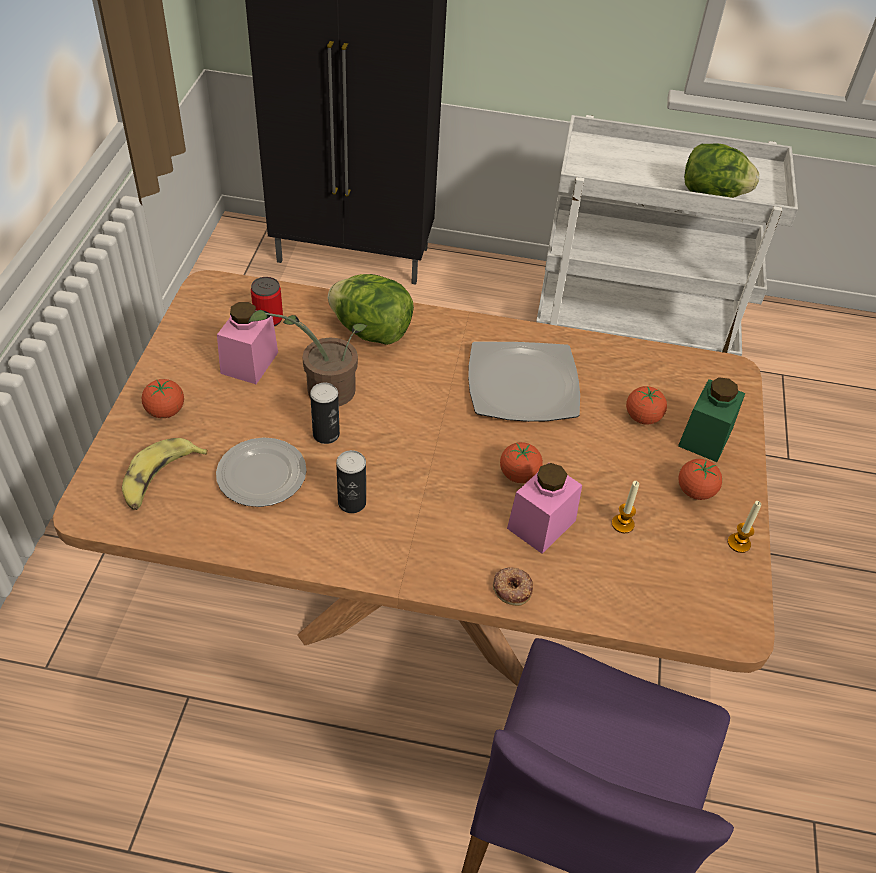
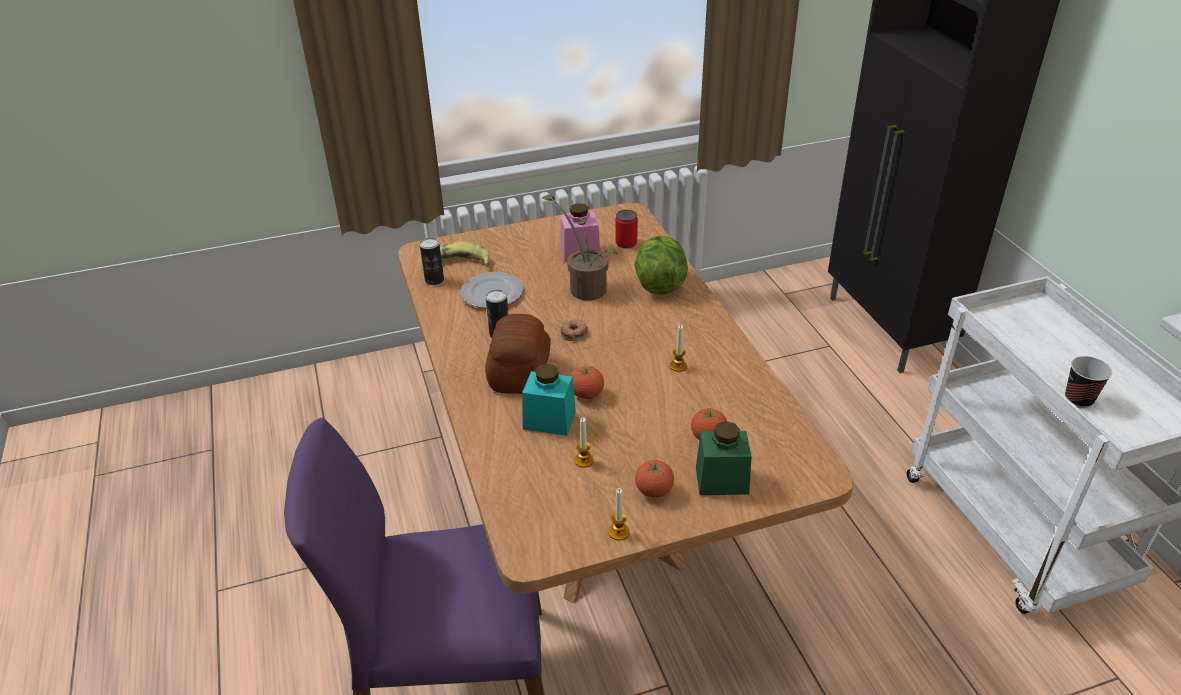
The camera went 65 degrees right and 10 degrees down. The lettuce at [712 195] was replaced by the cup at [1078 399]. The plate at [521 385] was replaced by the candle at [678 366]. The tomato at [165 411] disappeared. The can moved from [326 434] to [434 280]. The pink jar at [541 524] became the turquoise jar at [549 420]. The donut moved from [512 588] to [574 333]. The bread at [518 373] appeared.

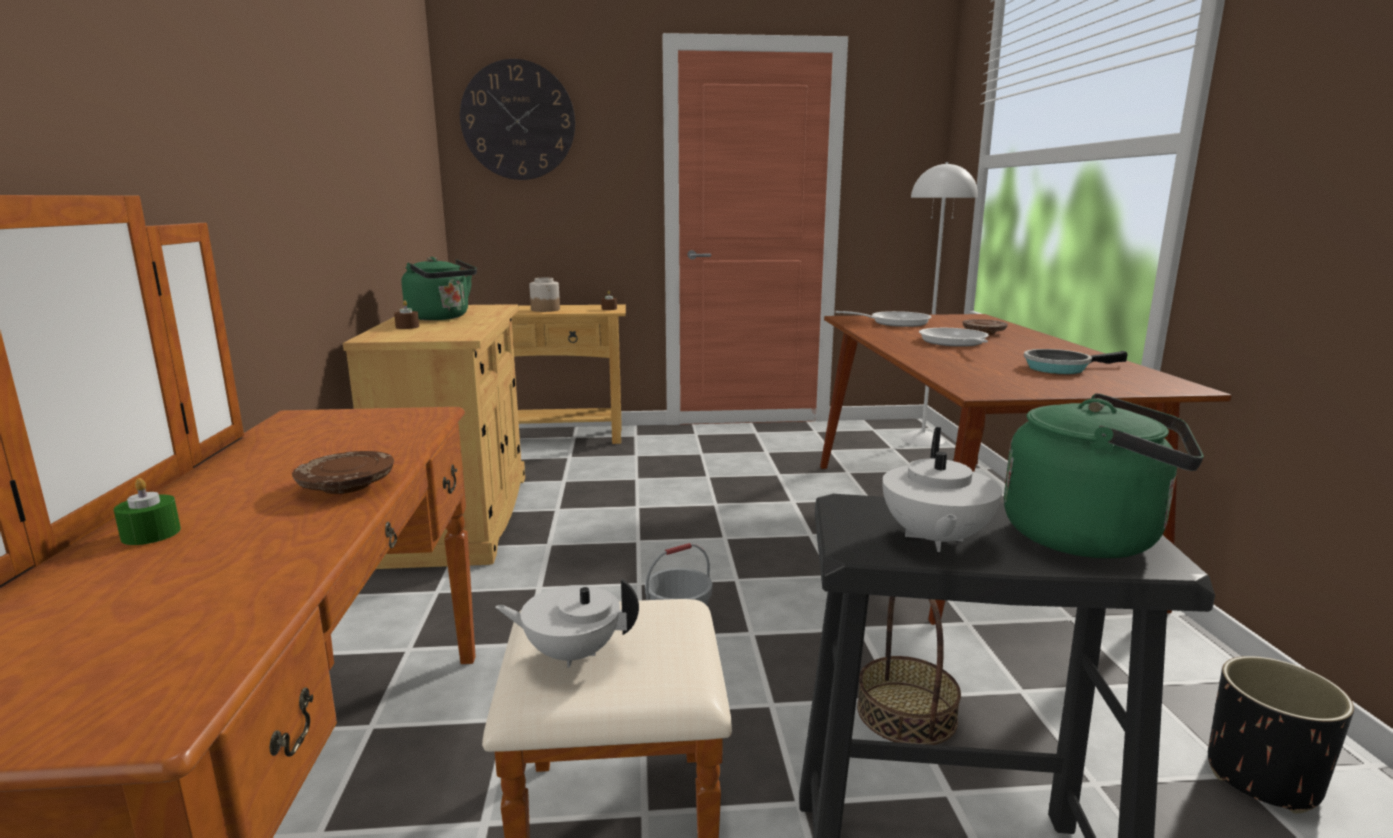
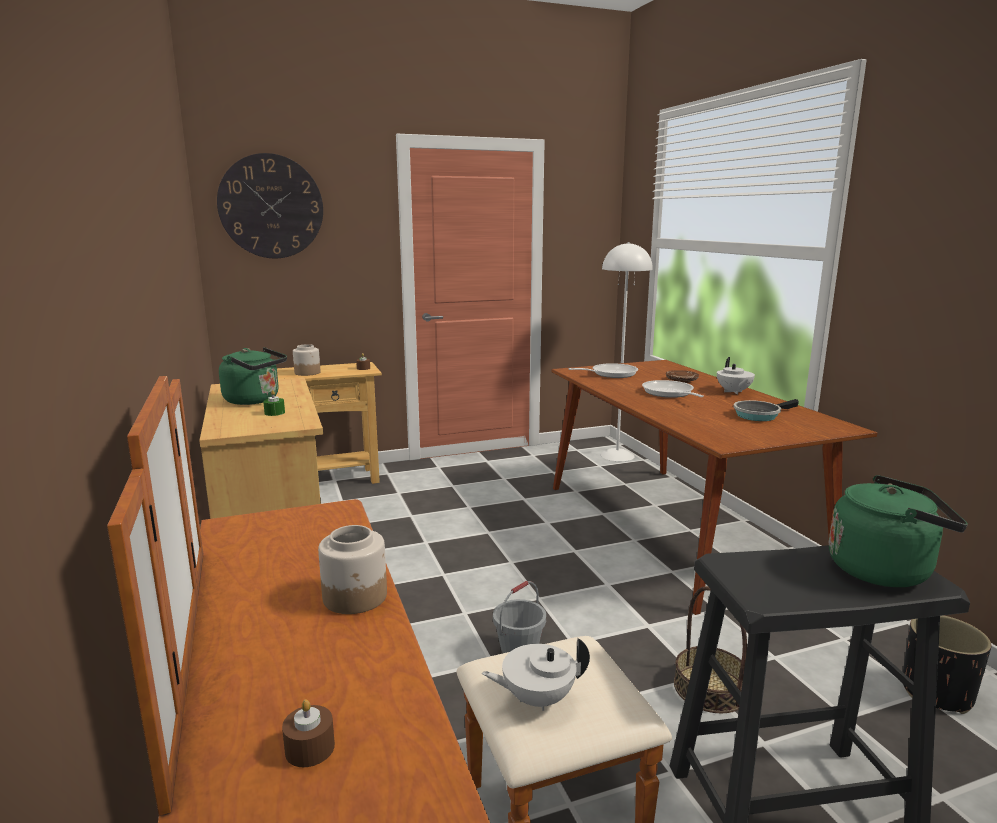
The camera went 15 degrees left and 0 degrees up. The brown candle moved from [407 327] to [310 748]. The white teapot moved from [934 539] to [733 392]. The brown plate at [346 486] was replaced by the jar at [355 597]. The green candle moved from [151 534] to [274 413].

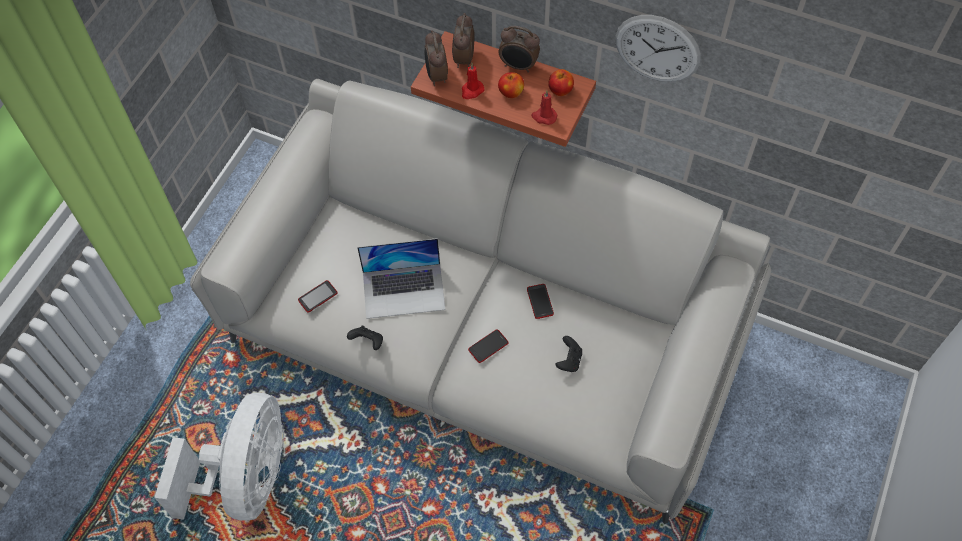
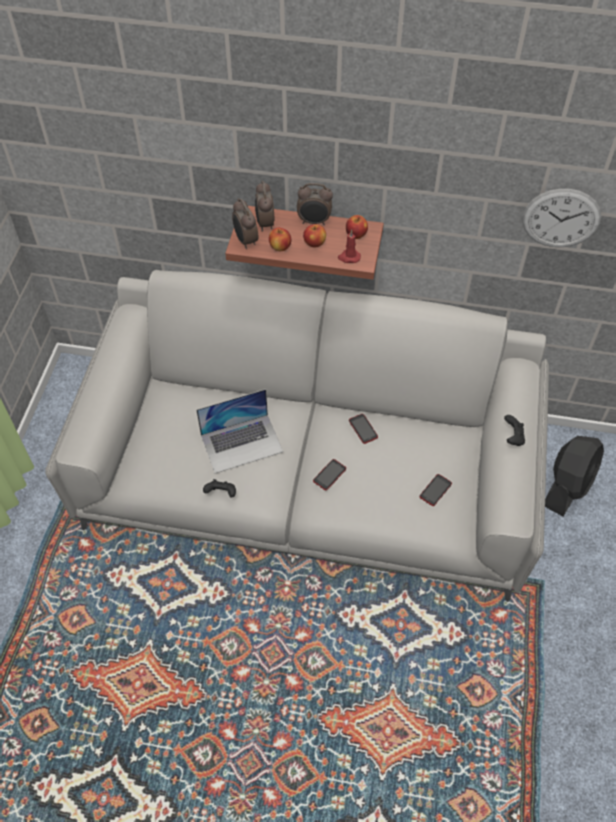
The camera went 15 degrees left and 5 degrees down. The wall clock moved from [657 48] to [561 218]. The red candle at [472 91] was replaced by the apple at [280 247]. The phone moved from [318 296] to [435 490]. The black game controller moved from [569 360] to [513 437]. The white fan at [247 479] disappeared. The black fan at [567 486] appeared.

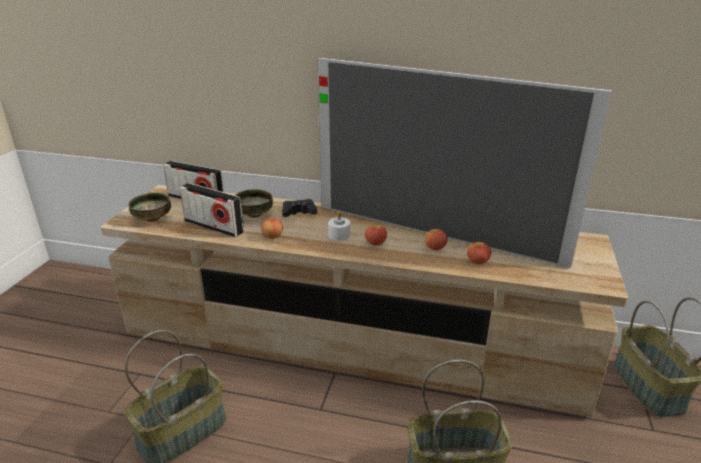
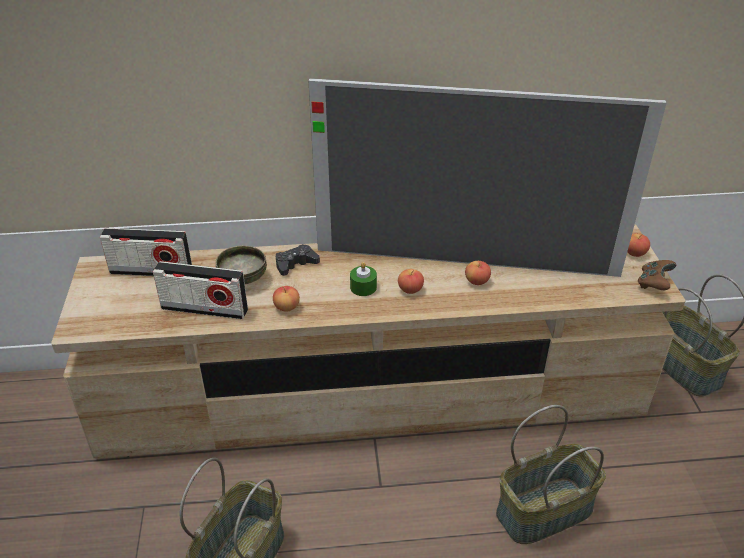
The camera went 20 degrees left and 10 degrees up. The bowl at [153 218] disappeared. The white candle at [339 235] became the green candle at [363 287]. The apple moved from [477 261] to [634 253]. The brown game controller at [653 283] appeared.

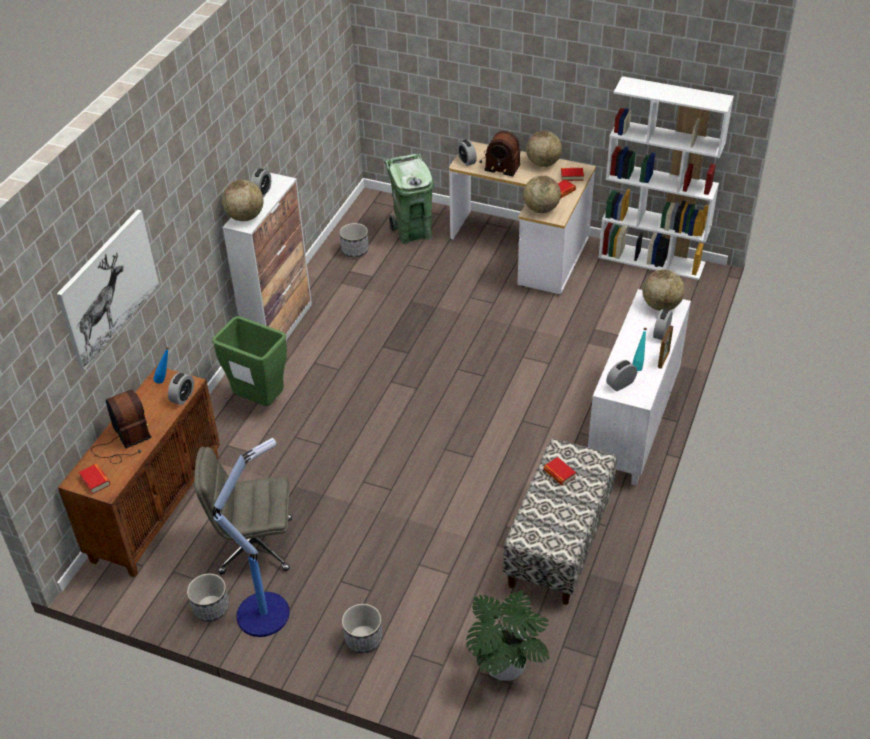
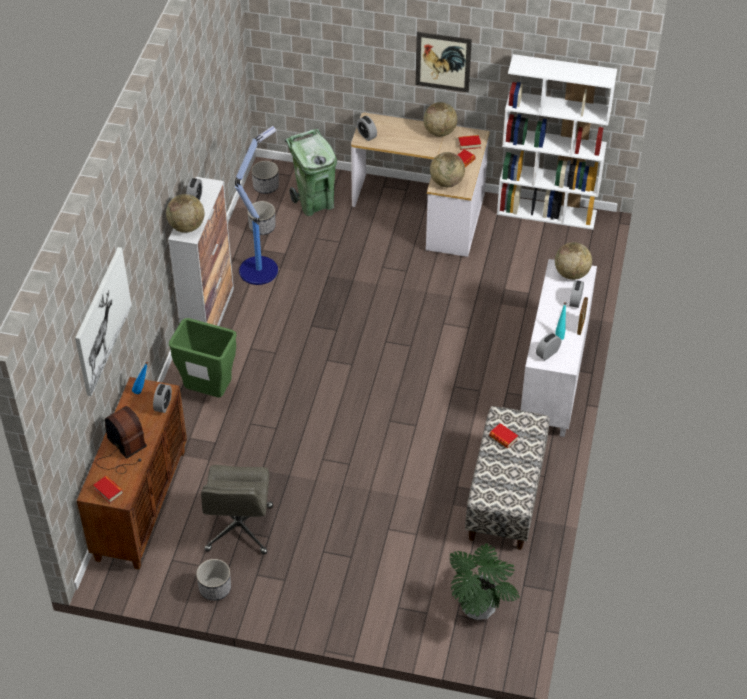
The camera went 10 degrees left and 5 degrees up. The radio at [499 163] disappeared. The floor lamp moved from [265 612] to [259 269]. The grey office chair at [254 546] turned 75 degrees counterclockwise. The planter moved from [363 639] to [266 186]. The picture at [443 62] appeared.

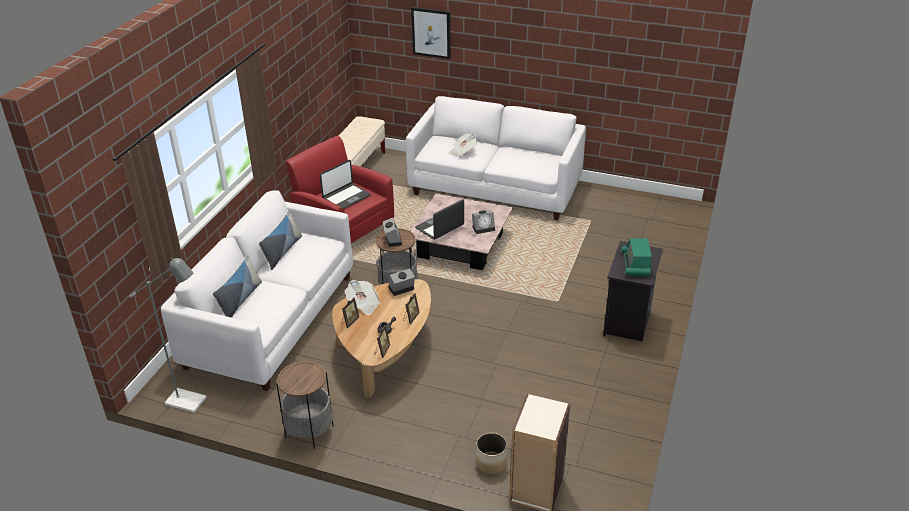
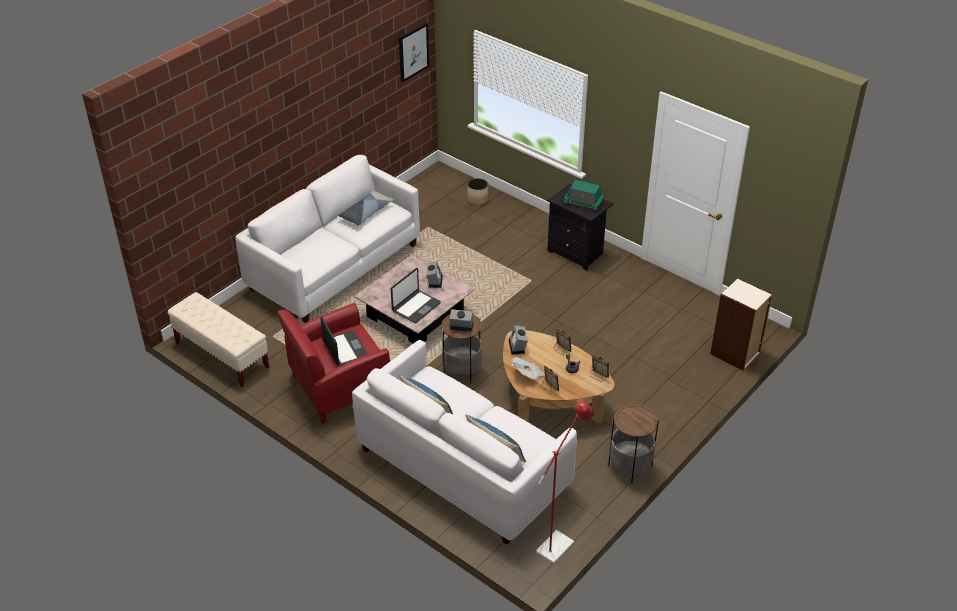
The camera went 70 degrees left and 5 degrees up. The picture moved from [431 32] to [413 51]. The newspaper at [462 152] disappeared. The laptop at [440 227] turned 120 degrees counterclockwise. The grey floor lamp at [192 402] became the red floor lamp at [559 543]. The planter moved from [491 463] to [477 199]. The pillow at [366 213] appeared.

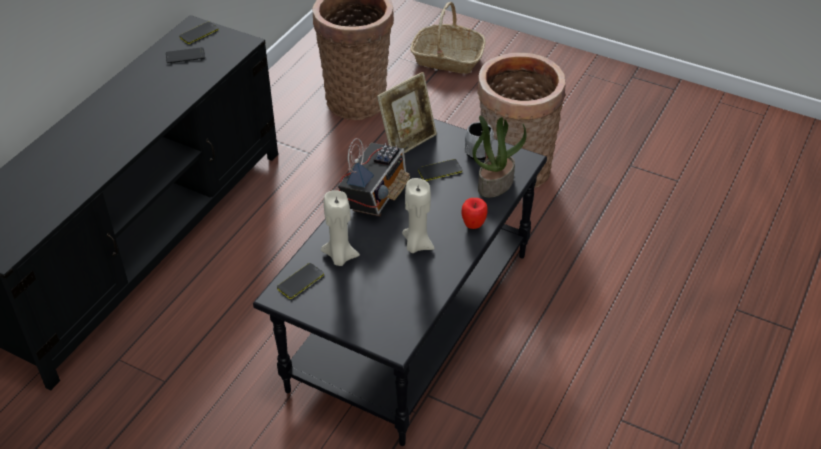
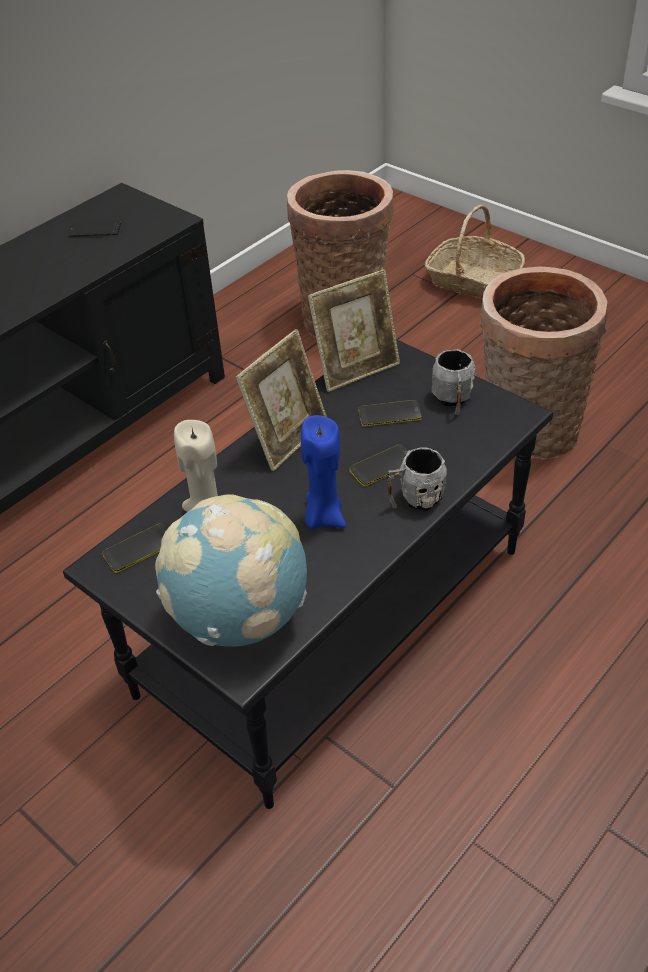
The camera went 15 degrees right and 0 degrees up. The phone moved from [199 33] to [382 466]. The potted plant at [495 183] disappeared. The radio at [376 196] was replaced by the picture frame at [288 439]. The beige candle at [416 244] became the blue candle at [323 517]. The apple at [473 225] was replaced by the grey mug at [415 499]. The globe at [240 617] appeared.

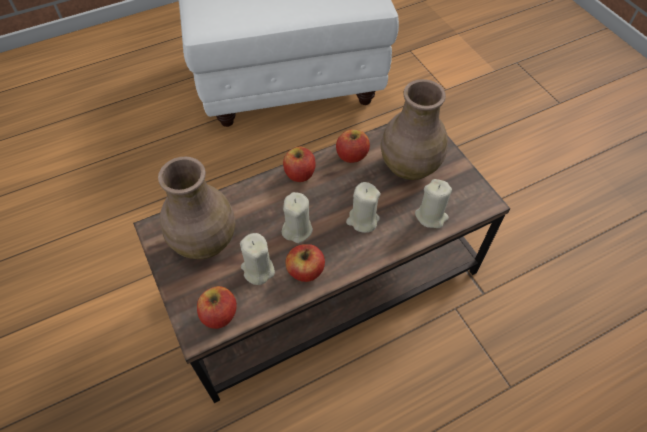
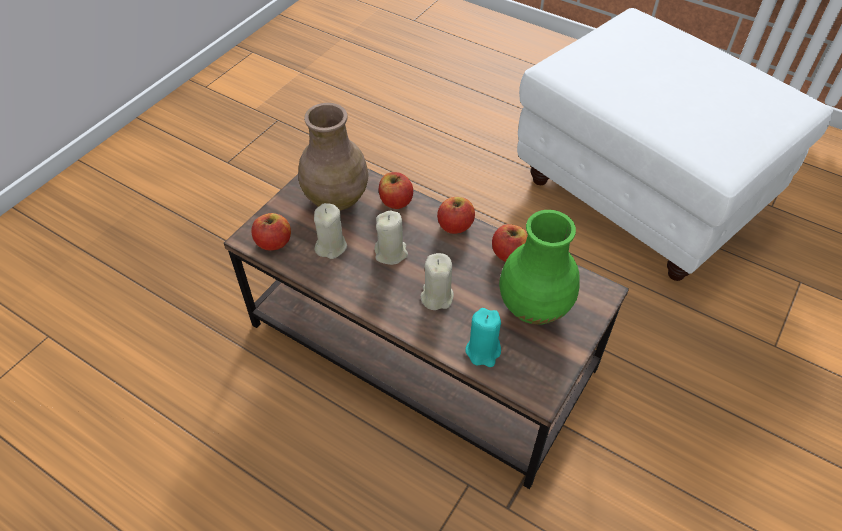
The camera went 60 degrees right and 5 degrees down. The brown vase at [410 166] became the green vase at [535 307]. The beige candle at [431 216] became the turquoise candle at [483 351]. The apple moved from [305 271] to [396 201].

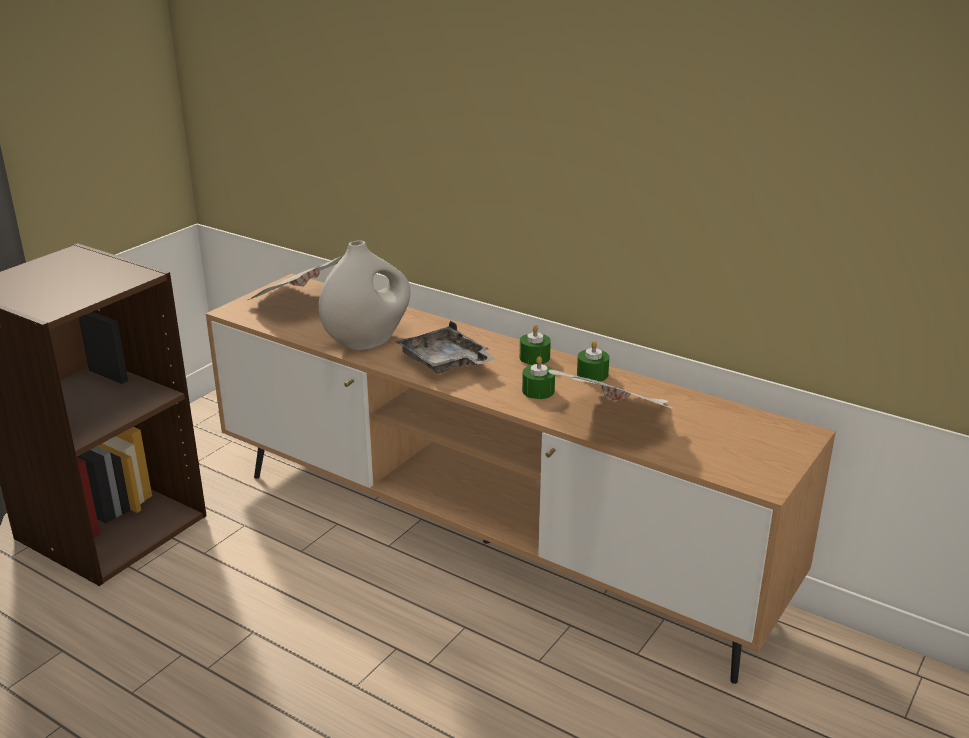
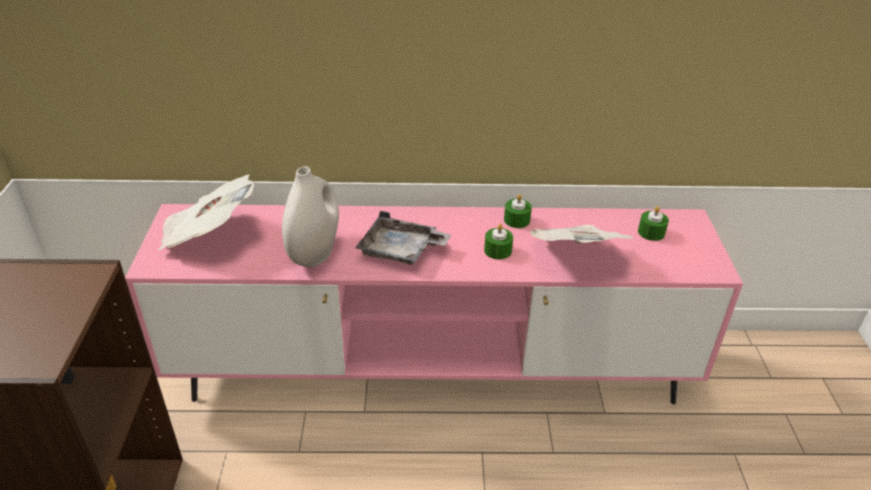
The camera went 35 degrees left and 10 degrees up. The brown tv stand at [486 542] became the pink tv stand at [432 372]. The green candle moved from [534 358] to [651 232].

